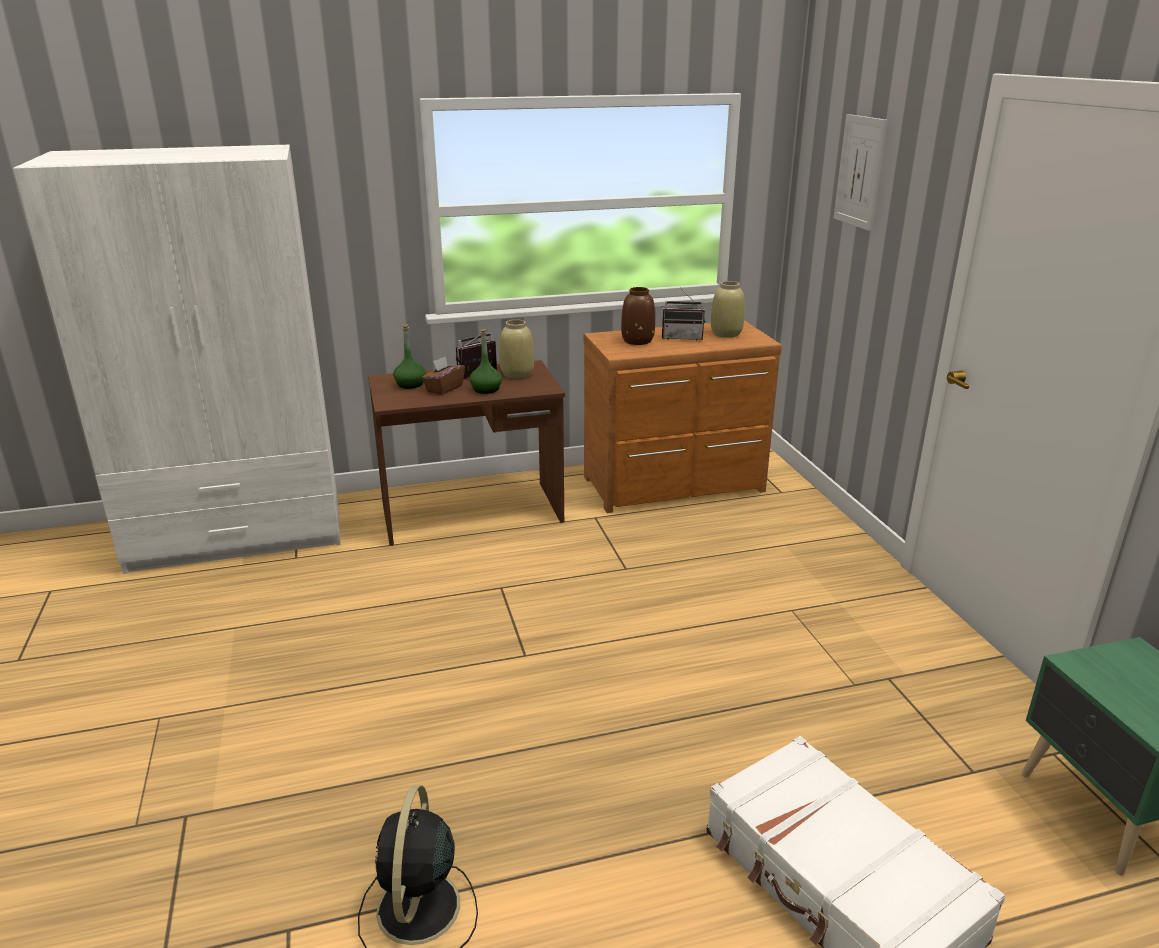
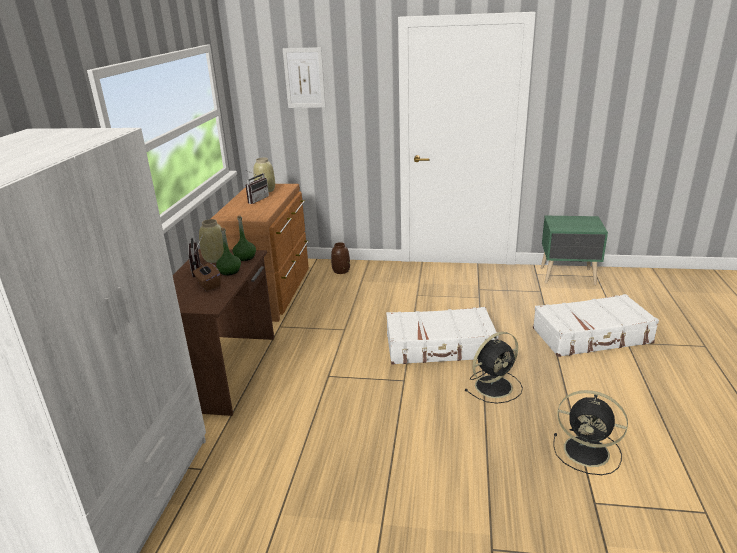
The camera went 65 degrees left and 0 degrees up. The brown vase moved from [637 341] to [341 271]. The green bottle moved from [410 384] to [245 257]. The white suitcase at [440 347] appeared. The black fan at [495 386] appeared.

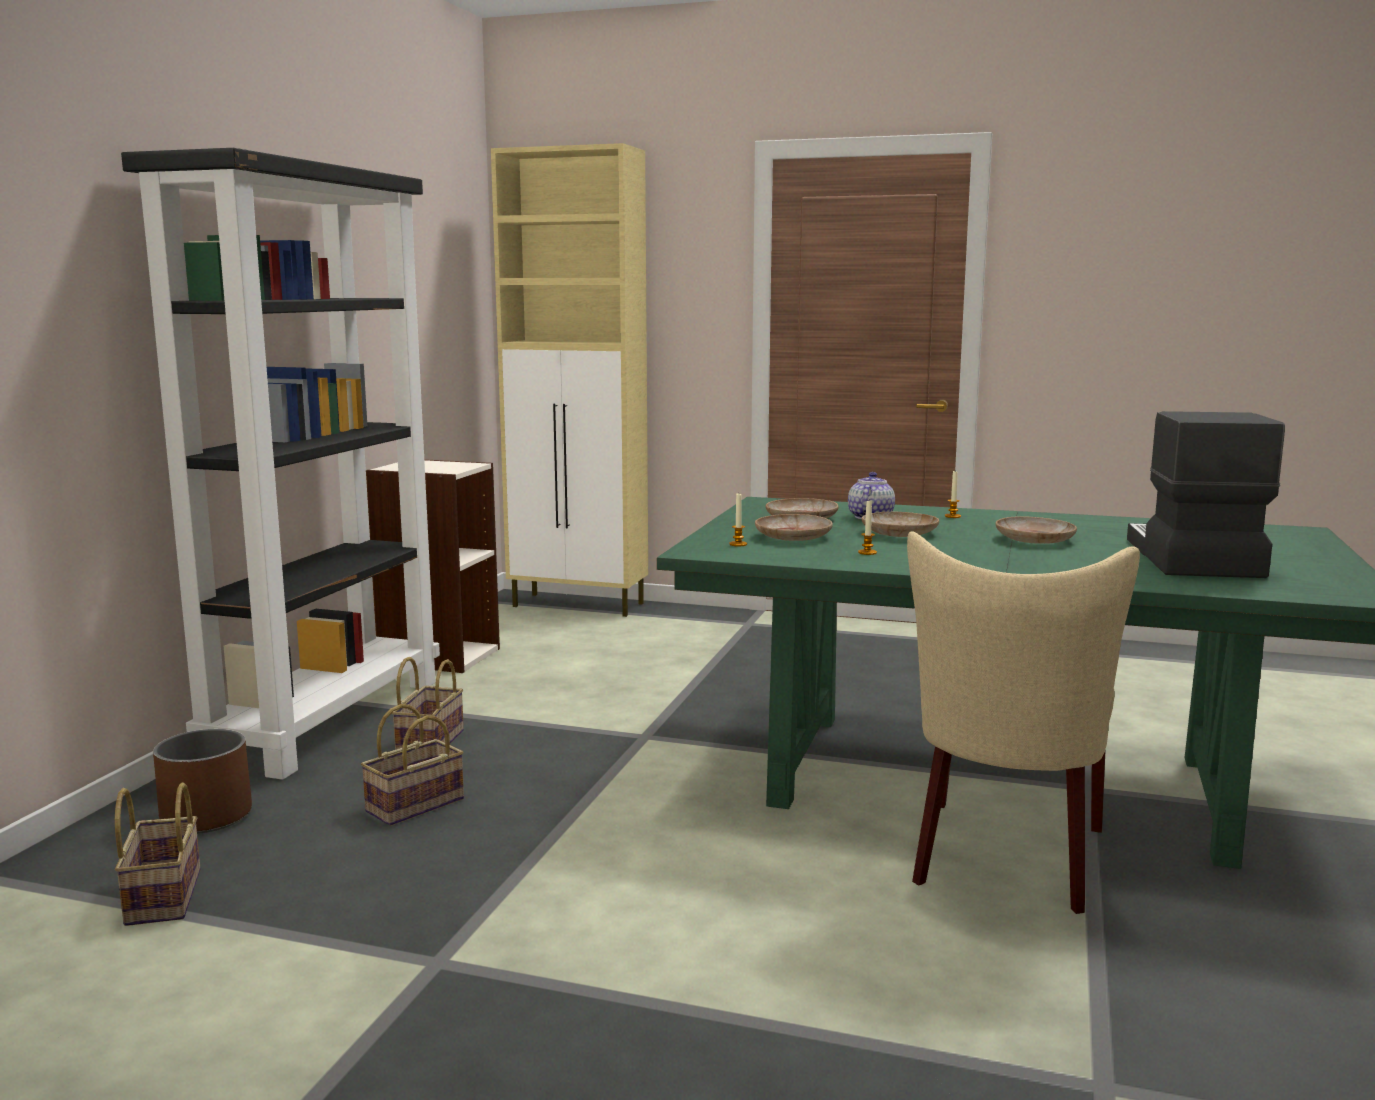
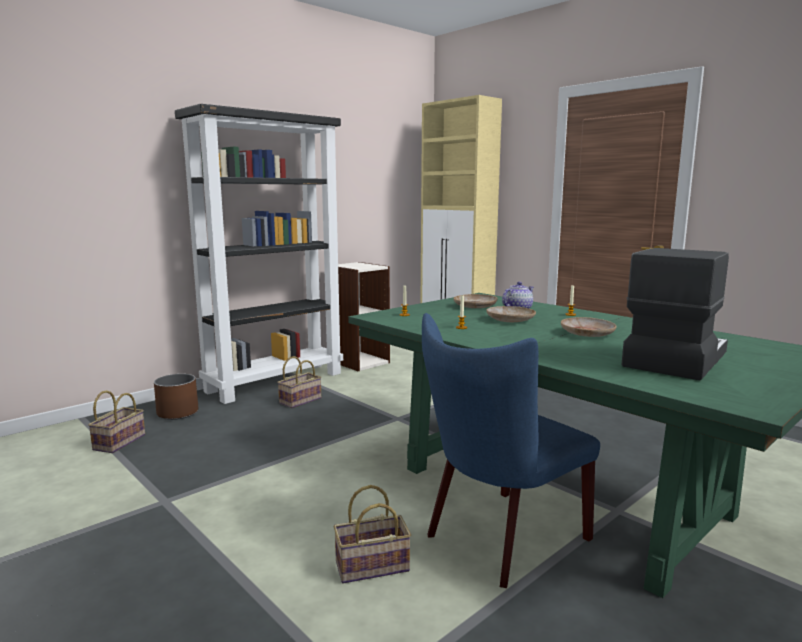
The camera went 30 degrees right and 0 degrees up. The beige plate at [793 537] disappeared. The beige chair at [1006 861] became the blue chair at [499 540]. The basket moved from [414 806] to [370 567].

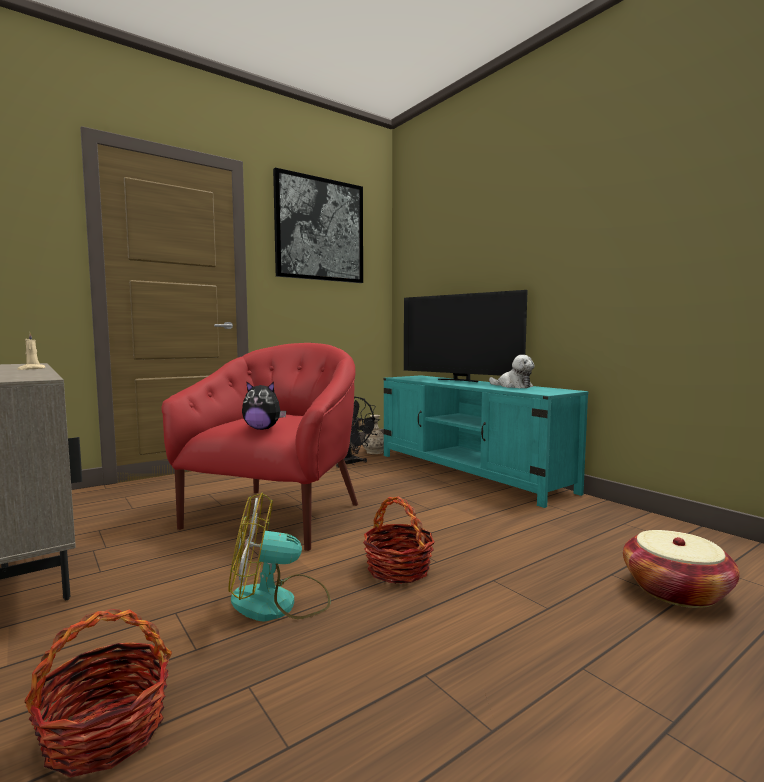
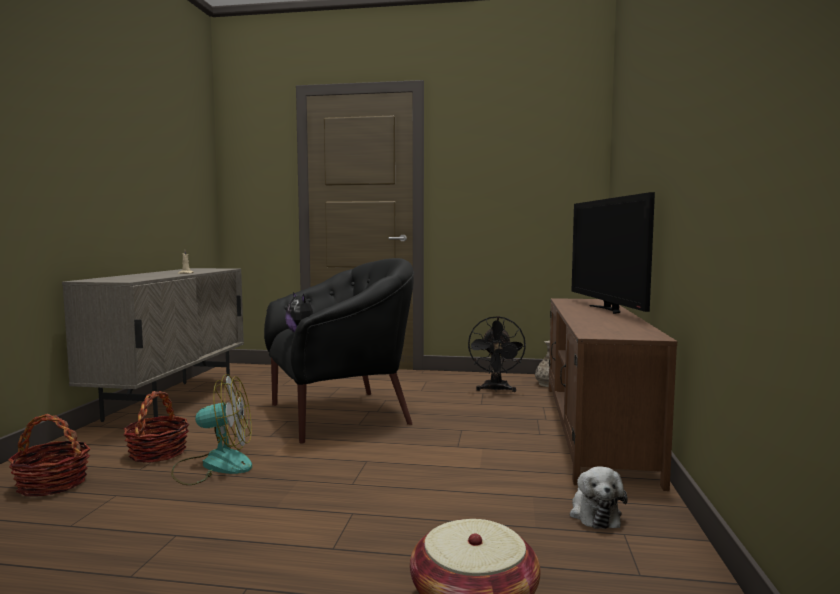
The camera went 45 degrees right and 0 degrees up. The picture at [319 229] disappeared. The red armchair at [276 515] became the black armchair at [340 414]. The plush toy moved from [513 386] to [594 513]. The turquoise tv stand at [469 472] became the brown tv stand at [594 428]. The fan at [279 603] turned 135 degrees clockwise. The basket moved from [398 569] to [158 453].

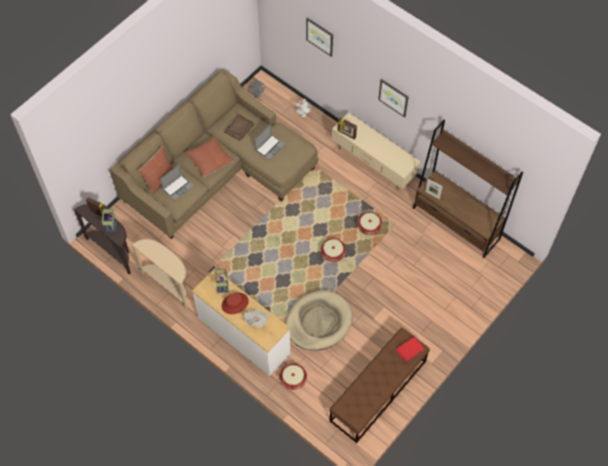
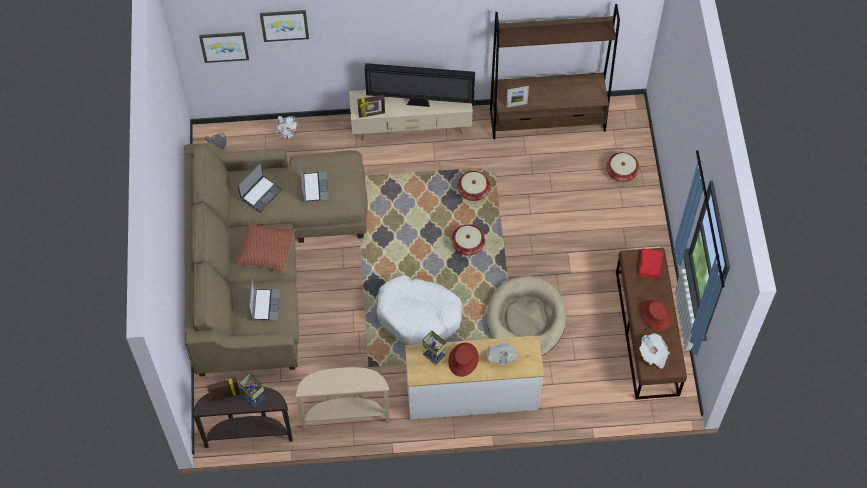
The camera went 45 degrees left and 0 degrees up. The picture moved from [393 97] to [224 46]. The brown tray at [239 128] was replaced by the laptop at [261 194]. The pillow at [159 180] disappeared. The basket moved from [293 379] to [621 172]. The television at [420 103] appeared. The white dog bed at [418 315] appeared. The red hat at [655 315] appeared. The newspaper at [653 355] appeared.

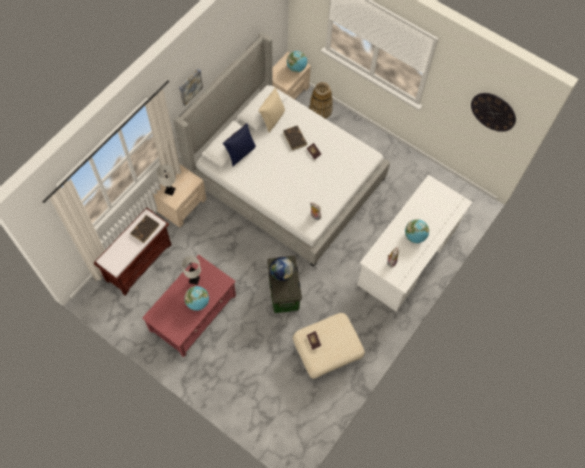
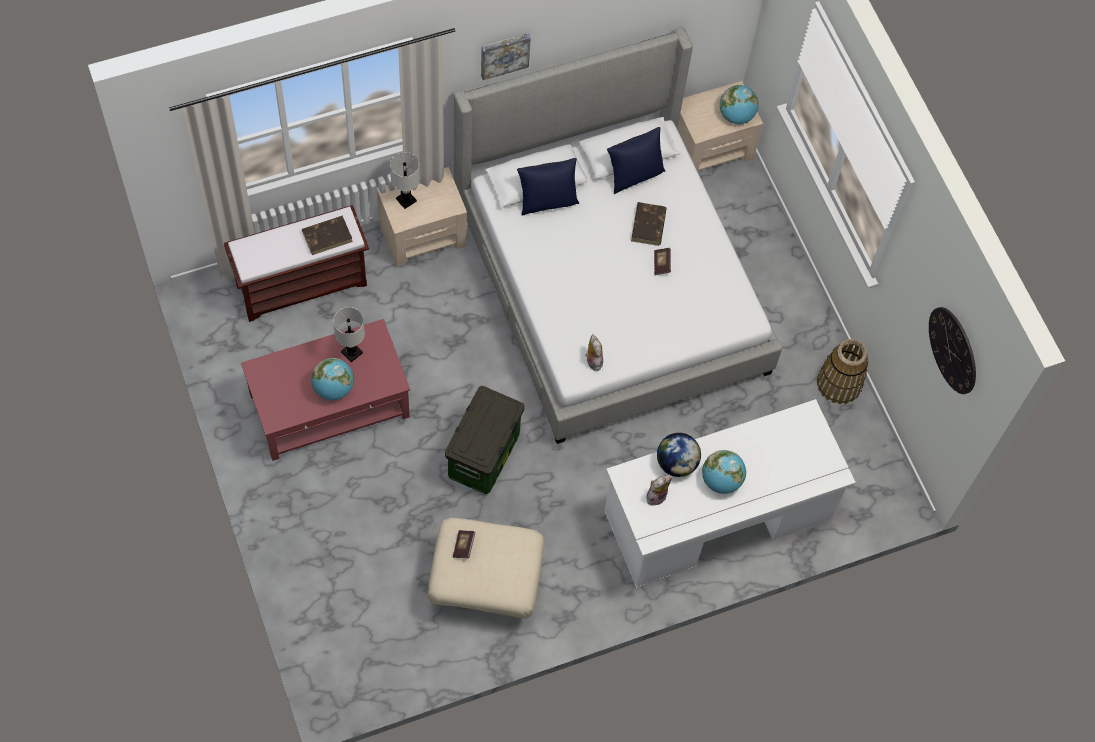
The camera went 30 degrees right and 0 degrees up. The basket moved from [320 110] to [839 383]. The beige pillow at [272 119] became the blue pillow at [634 175]. The globe moved from [282 273] to [676 463].

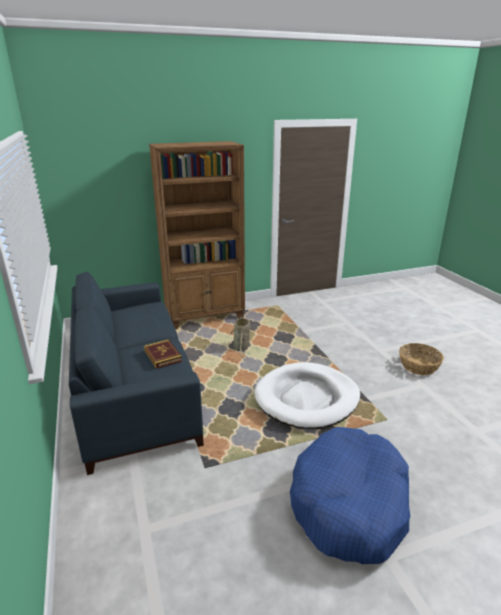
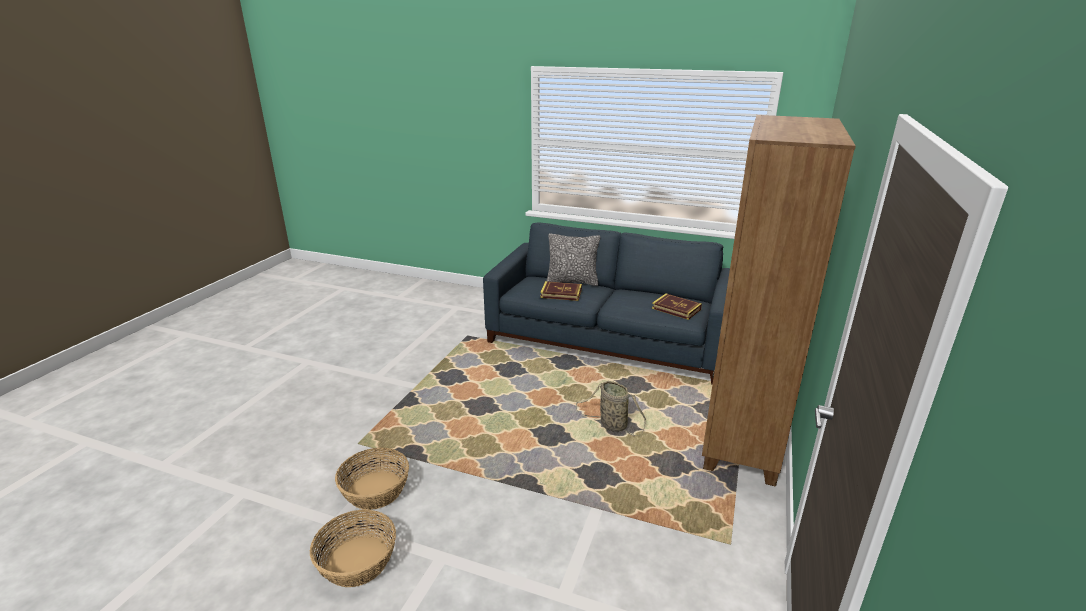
The camera went 130 degrees right and 0 degrees up. The white dog bed at [307 398] disappeared. The blue dog bed at [350 503] disappeared. The pillow at [572 281] appeared. The book at [676 309] appeared. The basket at [375 490] appeared.

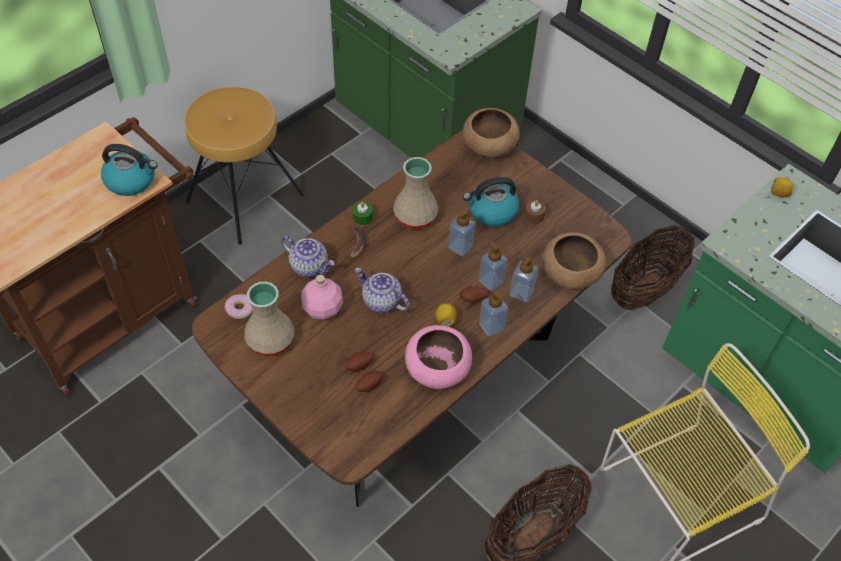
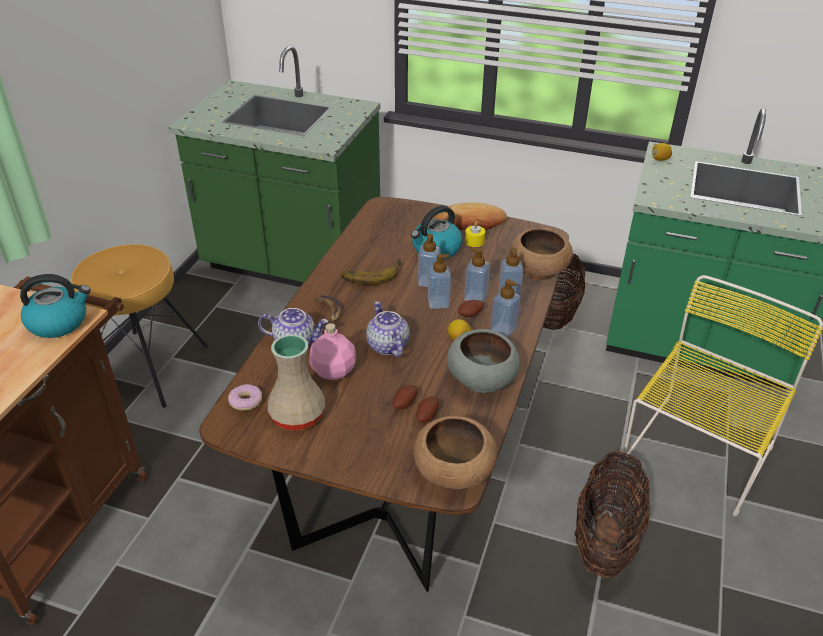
The camera went 25 degrees left and 15 degrees down. The brown bowl moved from [489 147] to [453 472]. The beige vase at [415 217] was replaced by the banana at [371 274]. The brown candle at [534 216] became the yellow candle at [474 241]. The green candle at [362 217] disappeared. The teapot at [381 301] turned 60 degrees clockwise. The pink bowl at [438 369] became the grey bowl at [482 378]. The bread at [469 223] appeared. The soap dispenser at [438 303] appeared.

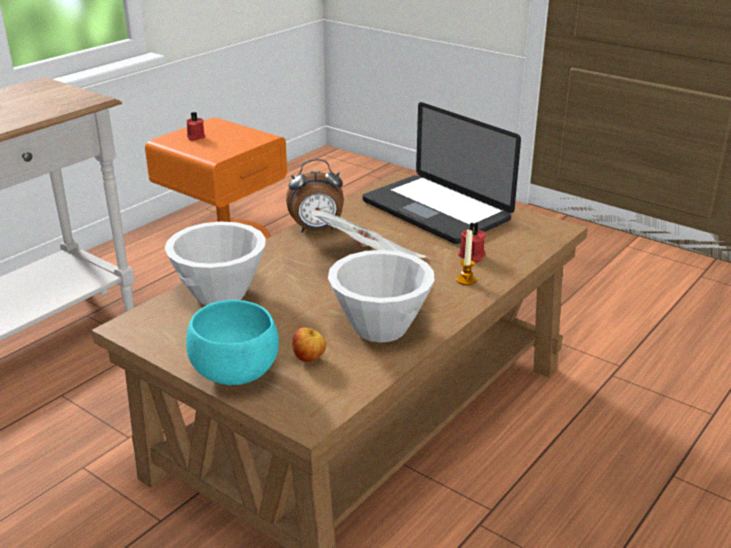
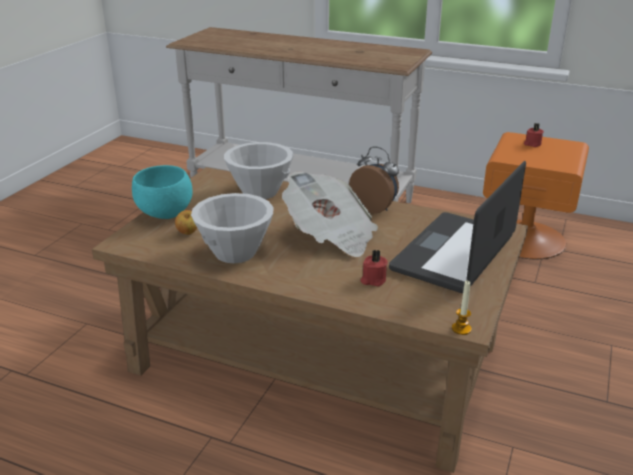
The camera went 75 degrees right and 0 degrees up. The alarm clock at [317 230] turned 150 degrees clockwise. The candle moved from [466 280] to [461 329].

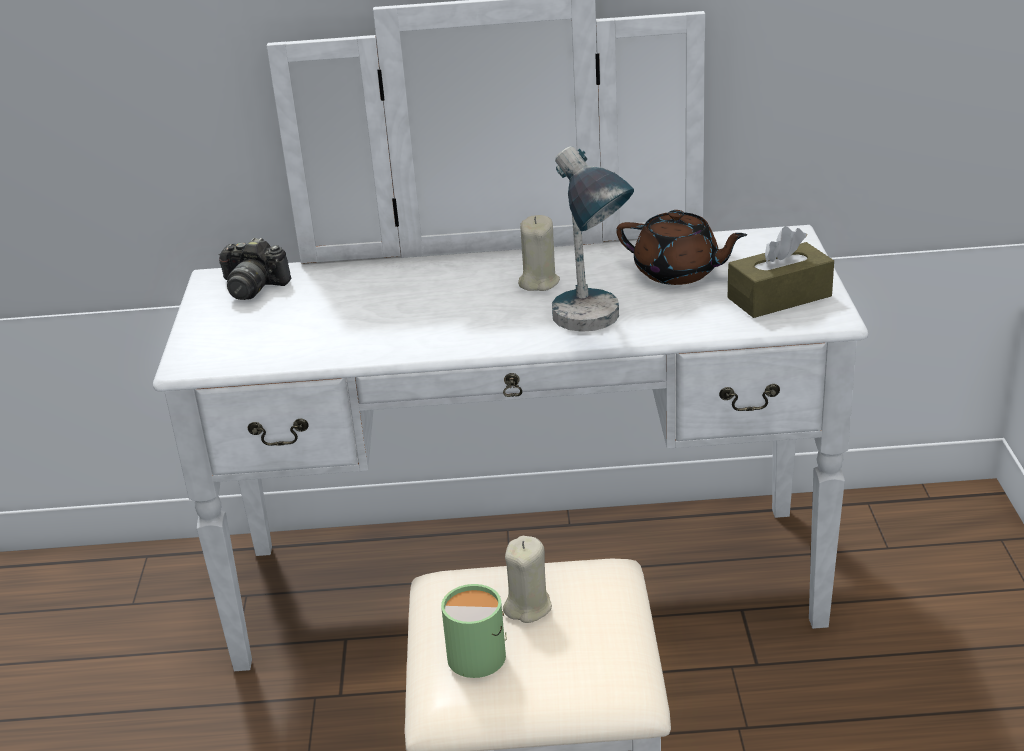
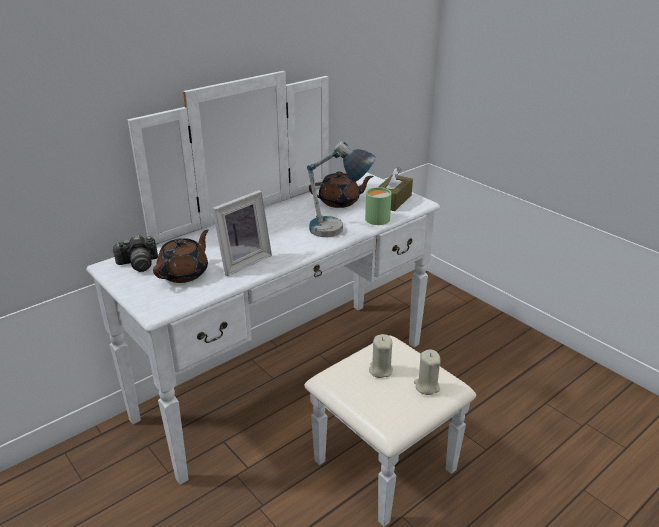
The camera went 40 degrees left and 0 degrees up. The beige candle moved from [538 282] to [426 386]. The green mug moved from [478 652] to [376 218]. The picture frame at [242 261] appeared. The brown teapot at [185 273] appeared.

